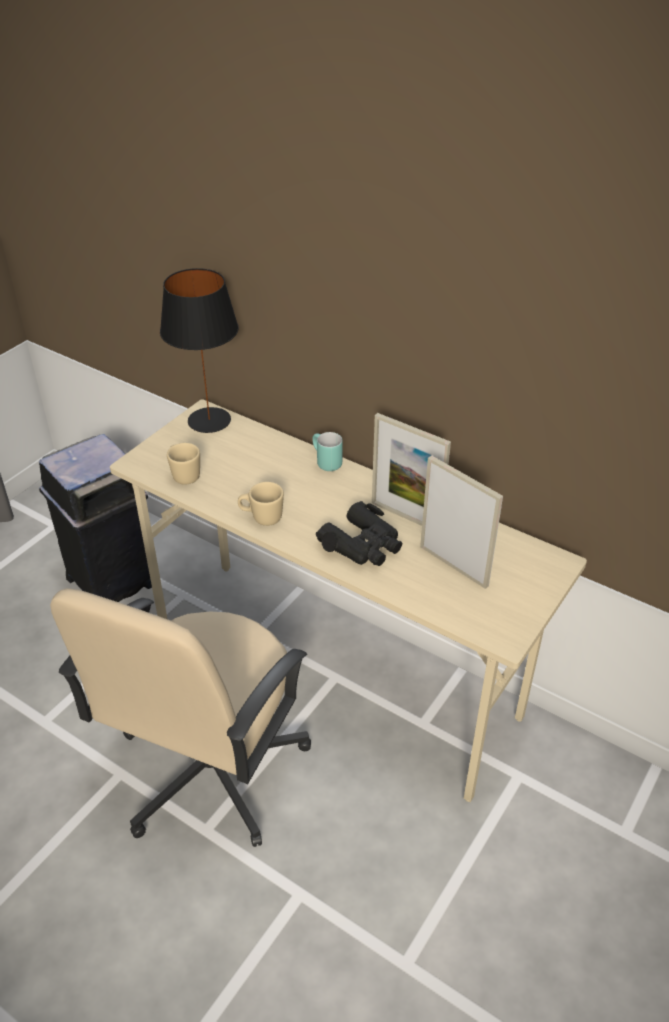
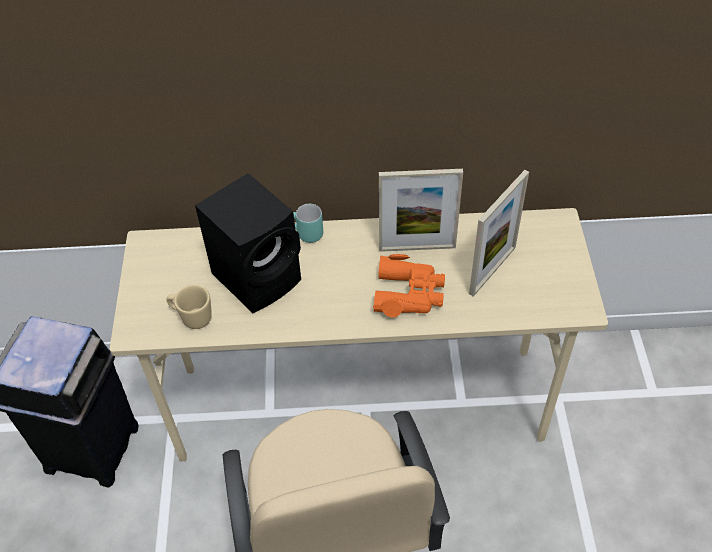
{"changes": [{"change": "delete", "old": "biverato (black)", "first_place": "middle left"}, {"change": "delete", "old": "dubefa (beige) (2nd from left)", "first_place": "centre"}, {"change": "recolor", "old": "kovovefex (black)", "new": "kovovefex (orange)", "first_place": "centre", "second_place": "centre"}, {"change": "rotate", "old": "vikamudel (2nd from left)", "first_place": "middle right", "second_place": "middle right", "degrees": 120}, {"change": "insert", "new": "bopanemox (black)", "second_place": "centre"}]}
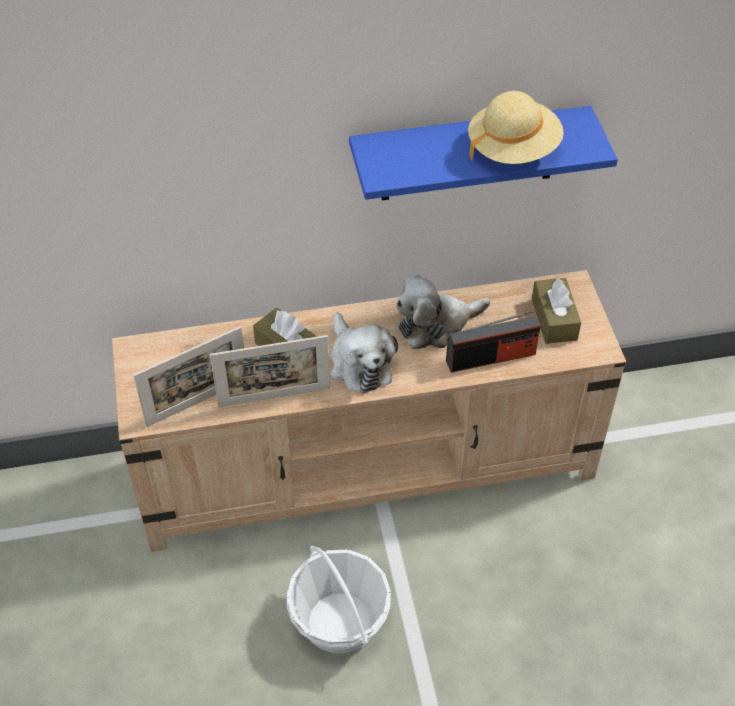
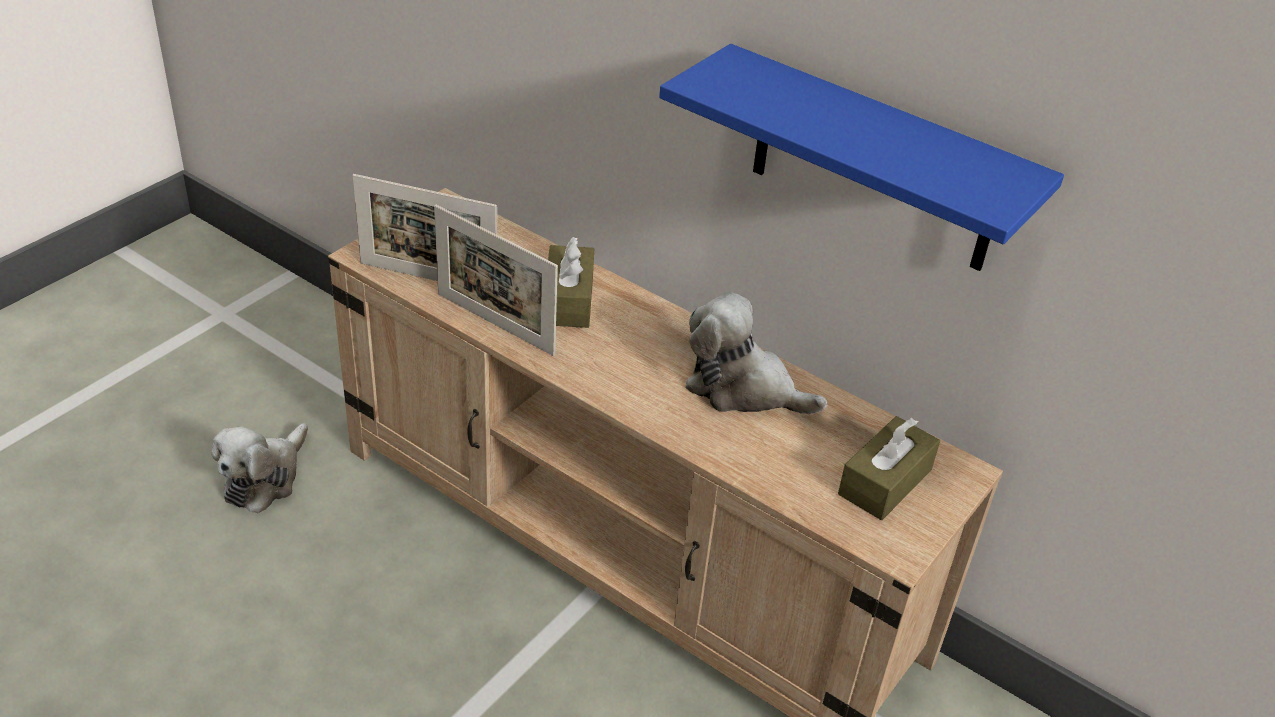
{"changes": [{"change": "delete", "old": "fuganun", "first_place": "bottom centre"}, {"change": "move", "old": "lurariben (1st from left)", "first_place": "centre", "second_place": "middle left"}, {"change": "delete", "old": "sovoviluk", "first_place": "middle right"}, {"change": "delete", "old": "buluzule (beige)", "first_place": "top right"}]}
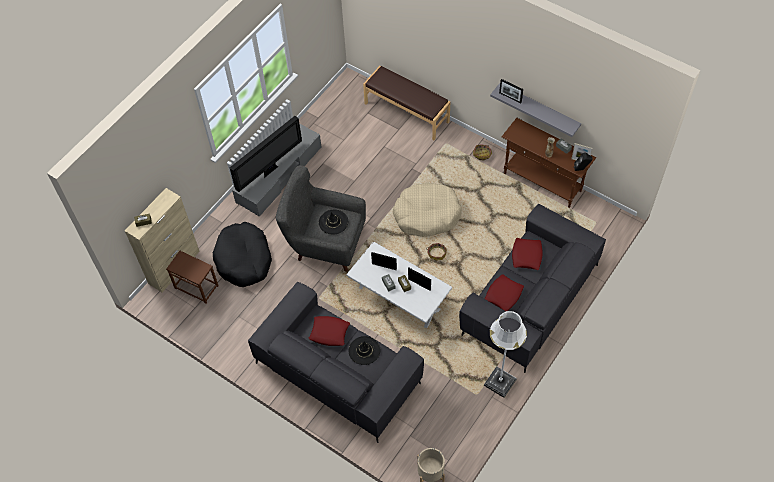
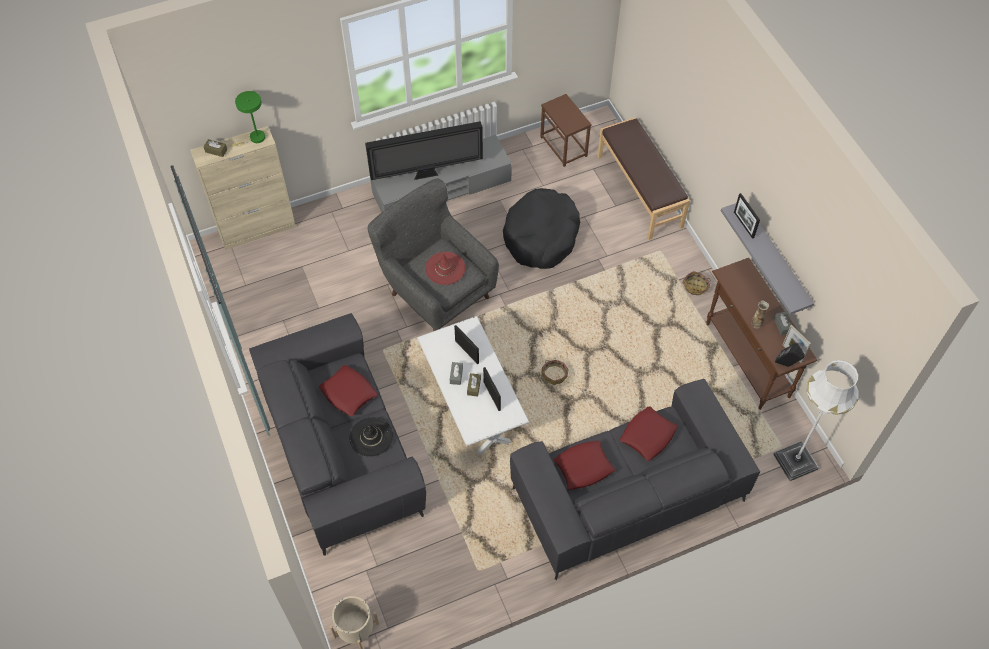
{"changes": [{"change": "move", "old": "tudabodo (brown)", "first_place": "middle left", "second_place": "top centre"}, {"change": "move", "old": "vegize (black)", "first_place": "middle left", "second_place": "centre"}, {"change": "recolor", "old": "buluzule (black) (1st from left)", "new": "buluzule (red)", "first_place": "centre", "second_place": "centre"}, {"change": "delete", "old": "vegize (beige)", "first_place": "centre"}, {"change": "move", "old": "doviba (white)", "first_place": "bottom centre", "second_place": "middle right"}, {"change": "insert", "new": "biverato (green)", "second_place": "top left"}]}
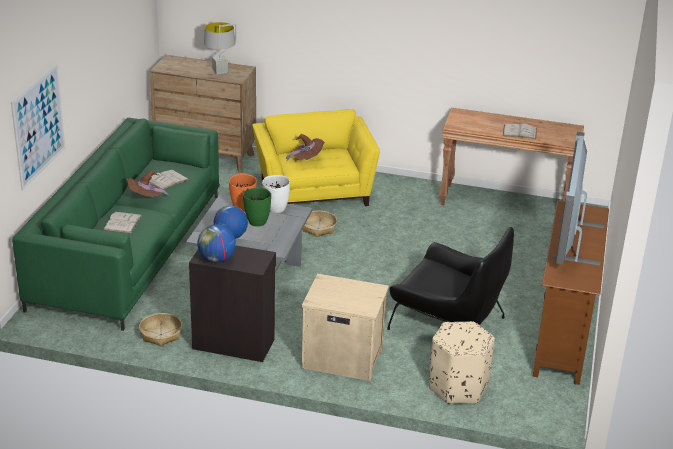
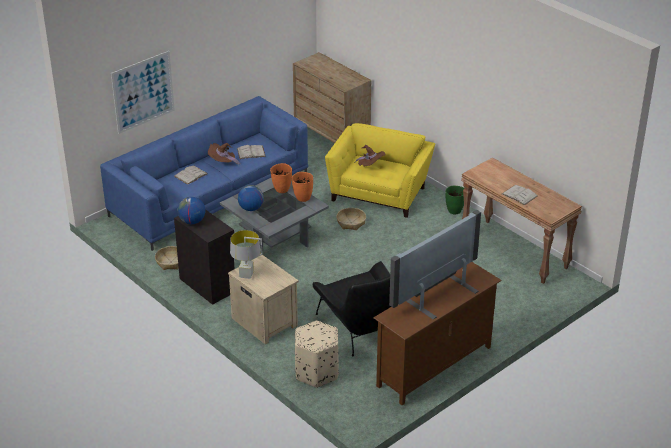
{"changes": [{"change": "recolor", "old": "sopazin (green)", "new": "sopazin (blue)", "first_place": "middle left", "second_place": "middle left"}, {"change": "move", "old": "biverato (grey)", "first_place": "top left", "second_place": "centre"}, {"change": "move", "old": "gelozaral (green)", "first_place": "centre", "second_place": "middle right"}, {"change": "recolor", "old": "gelozaral (white)", "new": "gelozaral (orange) (2nd from left)", "first_place": "centre", "second_place": "centre"}]}
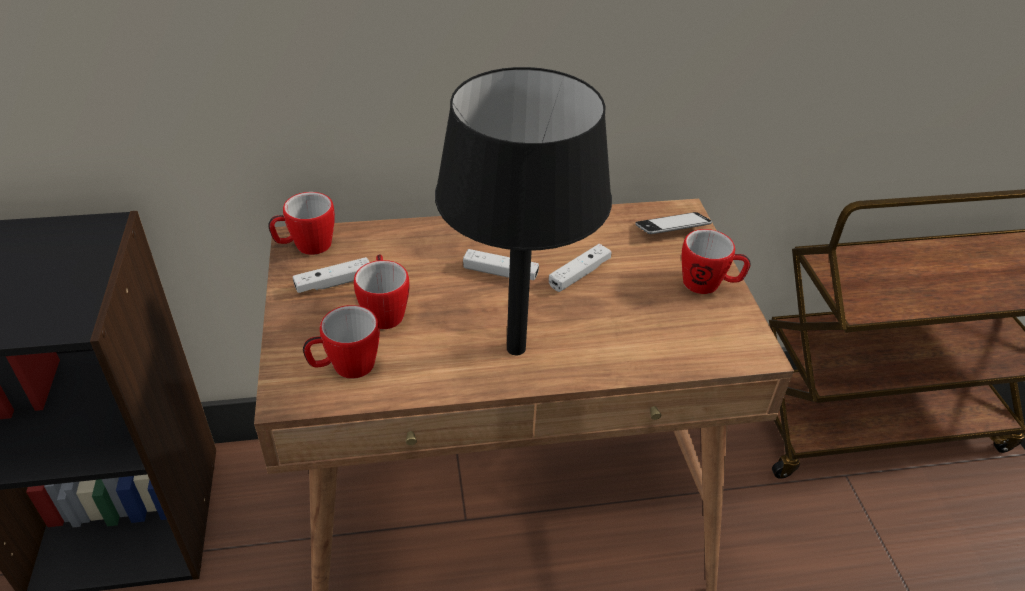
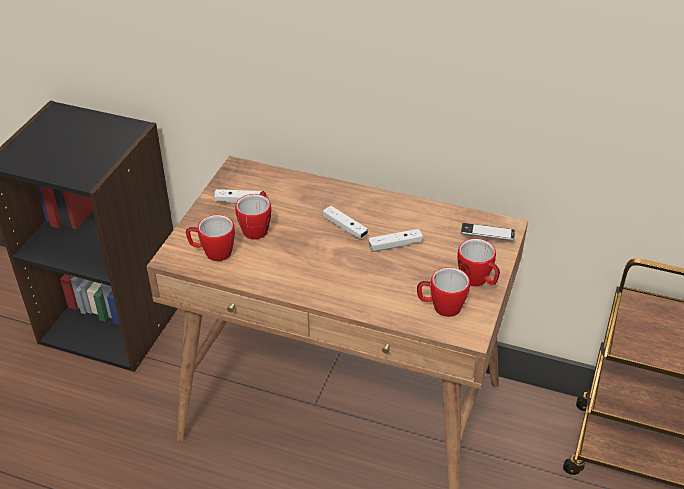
{"changes": [{"change": "move", "old": "dubefa (1st from left in the first image)", "new": "dubefa (3rd from left)", "first_place": "middle left", "second_place": "centre"}, {"change": "delete", "old": "biverato (black)", "first_place": "centre"}]}
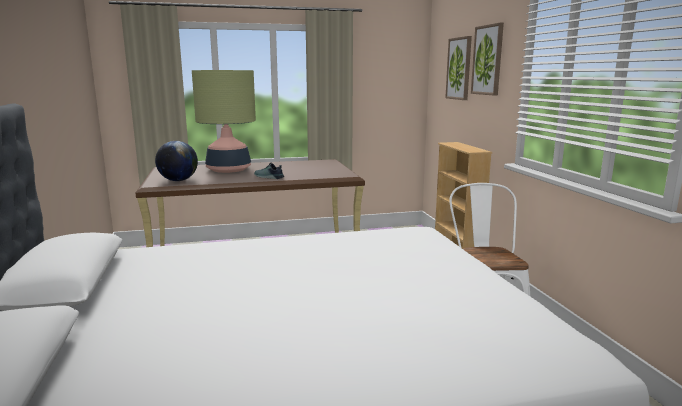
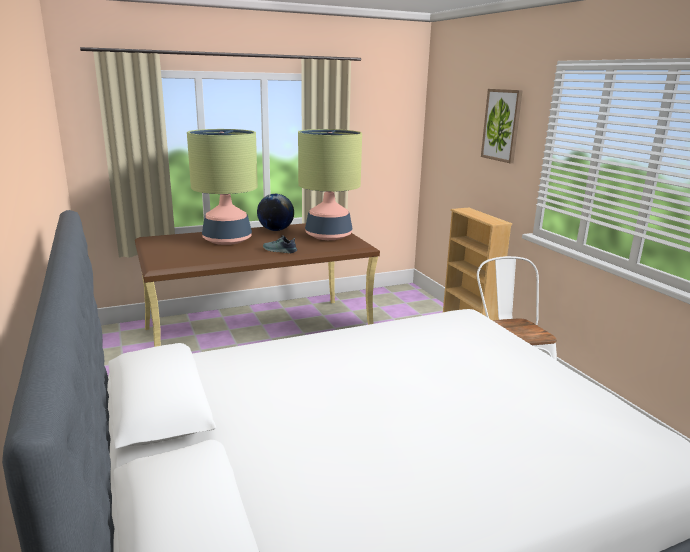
{"changes": [{"change": "move", "old": "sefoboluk", "first_place": "middle left", "second_place": "centre"}, {"change": "delete", "old": "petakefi (1st from left)", "first_place": "top right"}, {"change": "insert", "new": "biverato (2nd from left)", "second_place": "centre"}]}
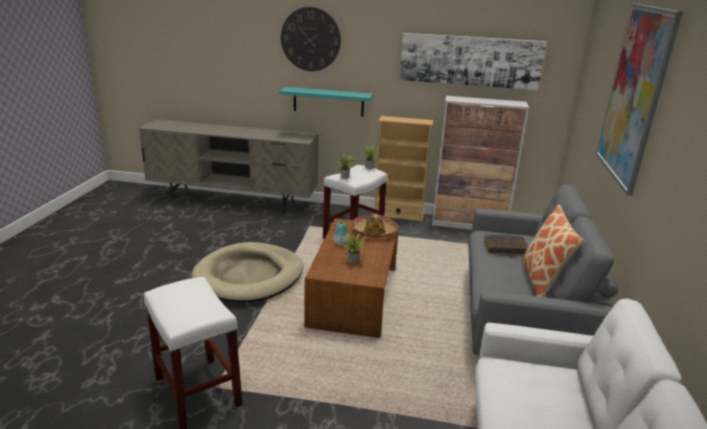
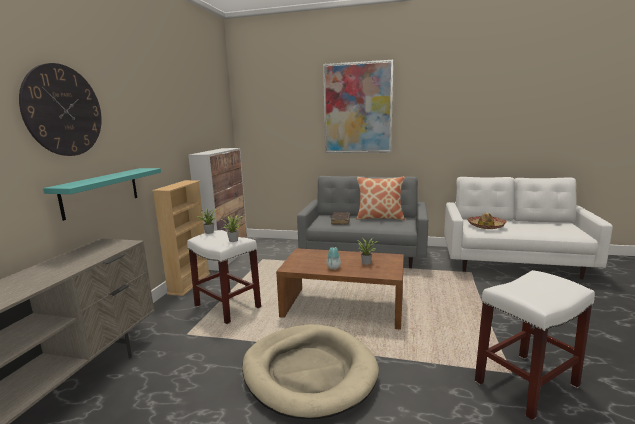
{"changes": [{"change": "move", "old": "buluzule", "first_place": "centre", "second_place": "middle right"}, {"change": "delete", "old": "petakefi (1st from left)", "first_place": "top right"}]}
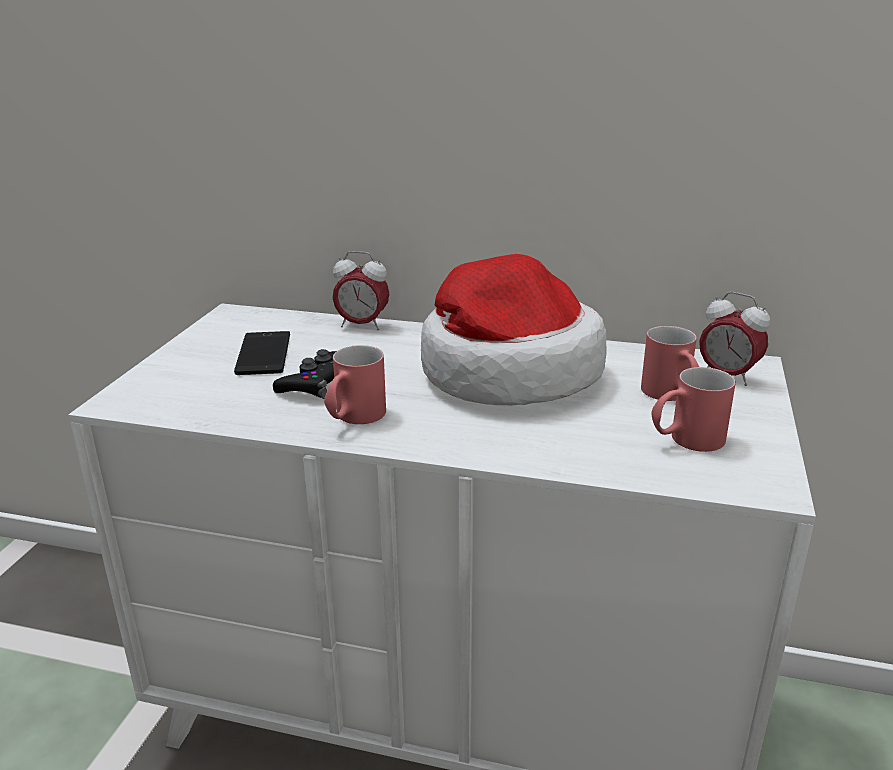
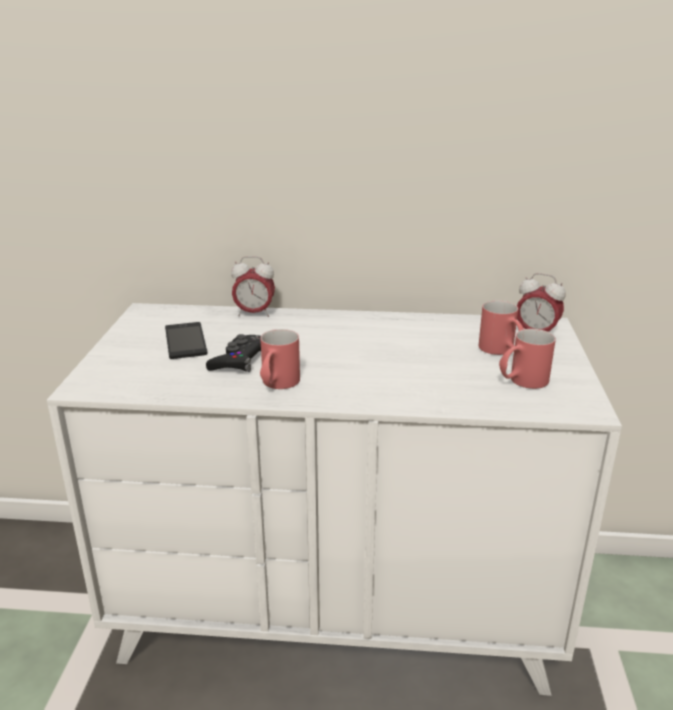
{"changes": [{"change": "delete", "old": "buluzule", "first_place": "centre"}]}
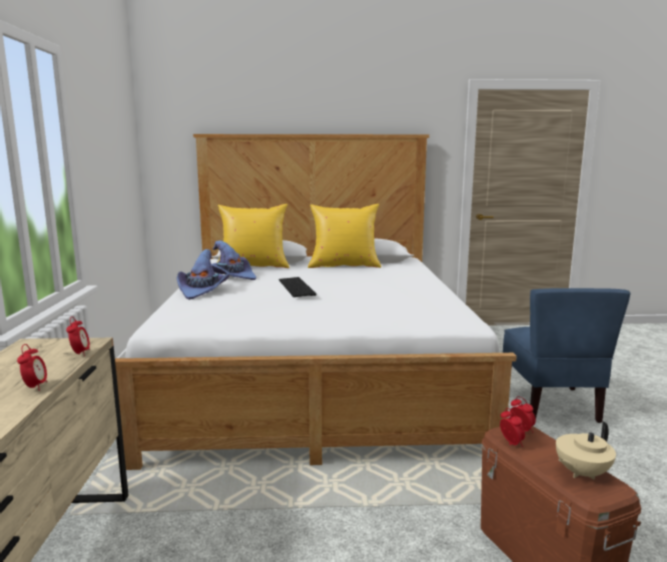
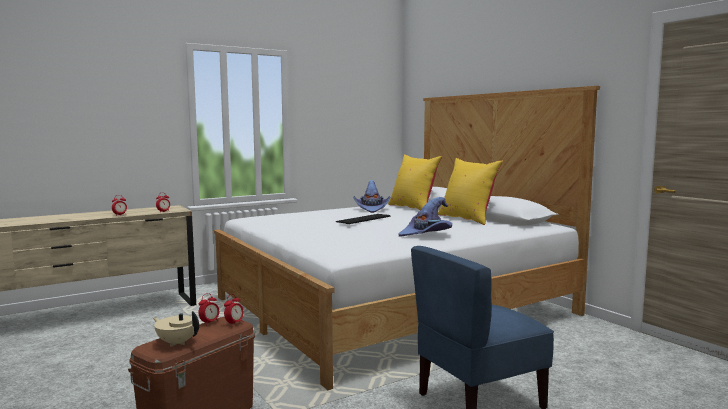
{"changes": [{"change": "move", "old": "buluzule (purple) (1st from left in the first image)", "new": "buluzule (purple) (2nd from left)", "first_place": "middle left", "second_place": "centre"}]}
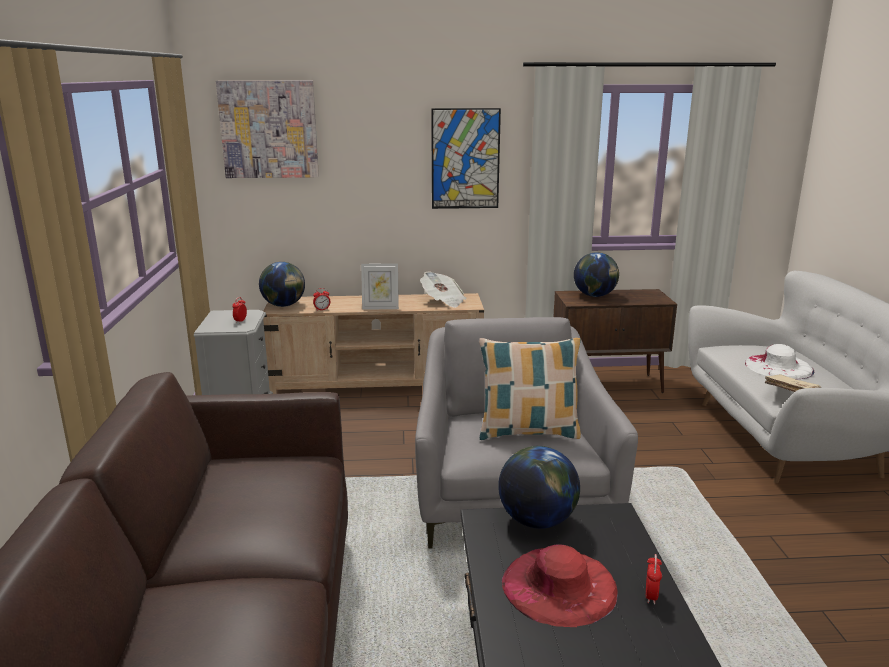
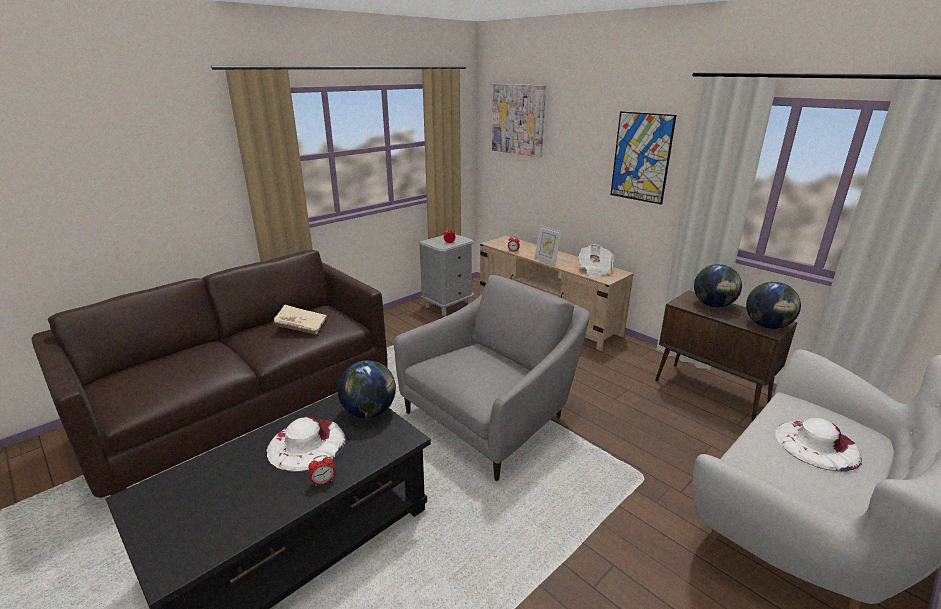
{"changes": [{"change": "move", "old": "sefoboluk (1st from left in the first image)", "new": "sefoboluk (3rd from left)", "first_place": "middle left", "second_place": "middle right"}, {"change": "delete", "old": "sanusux", "first_place": "centre"}, {"change": "recolor", "old": "buluzule (red)", "new": "buluzule (white) (1st from left)", "first_place": "bottom centre", "second_place": "bottom left"}, {"change": "move", "old": "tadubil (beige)", "first_place": "middle right", "second_place": "middle left"}]}
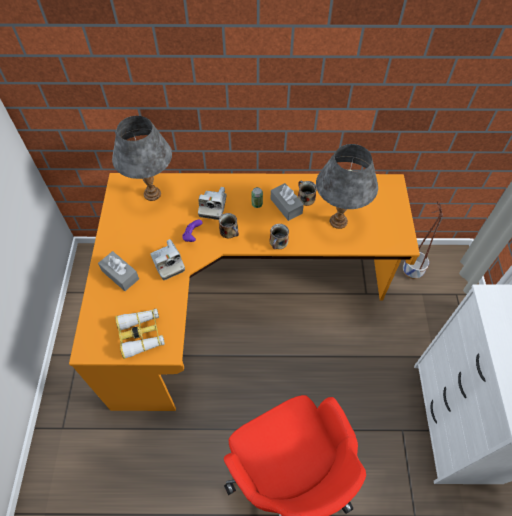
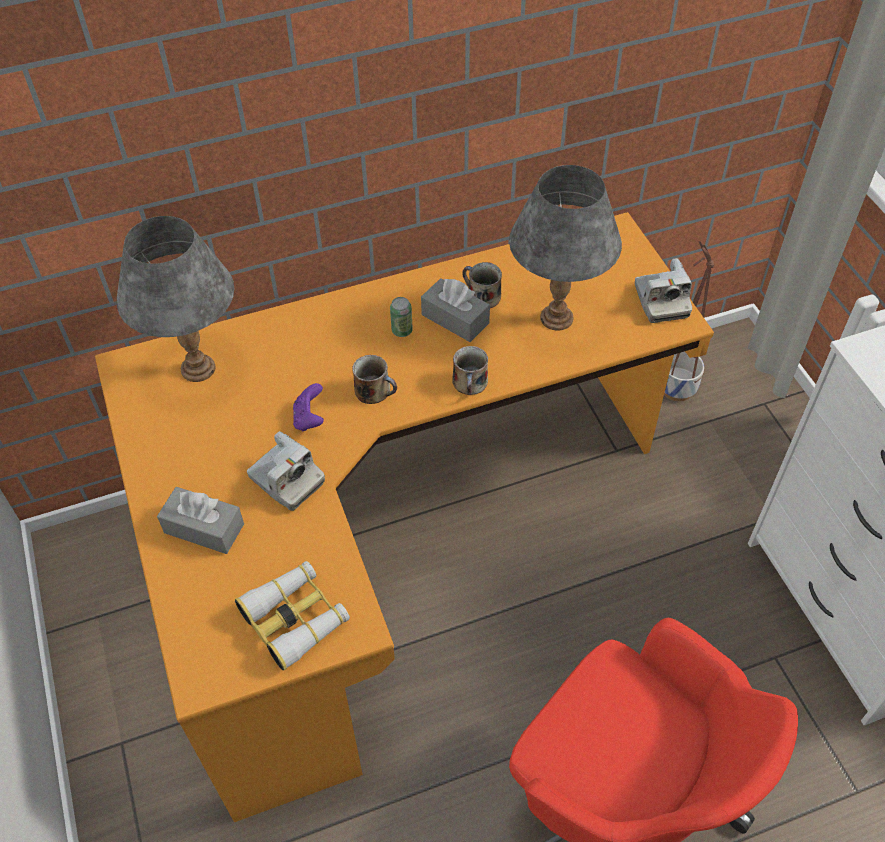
{"changes": [{"change": "move", "old": "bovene (2nd from left)", "first_place": "centre", "second_place": "middle right"}]}
